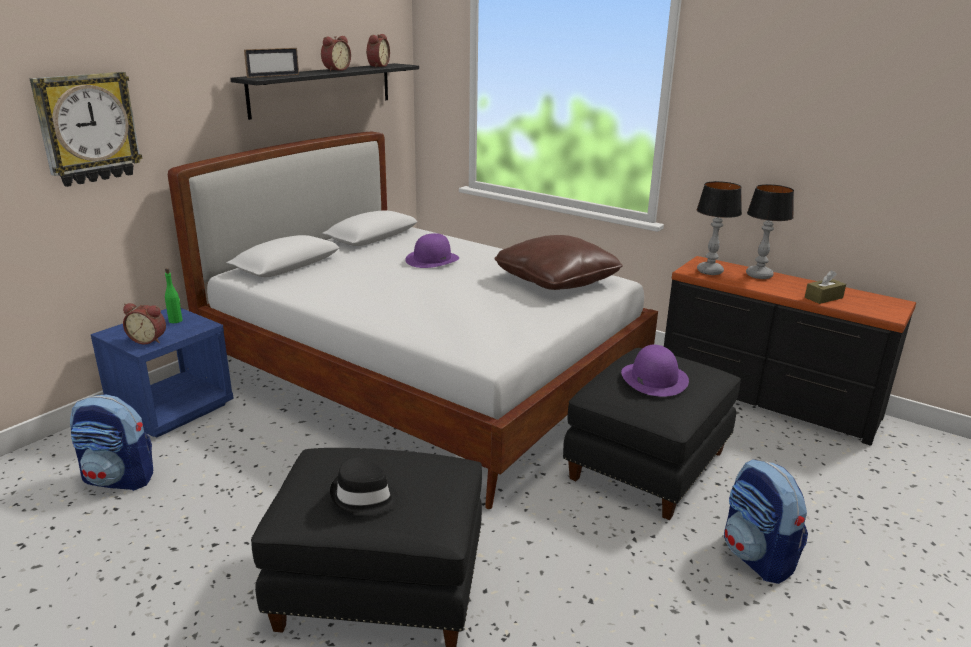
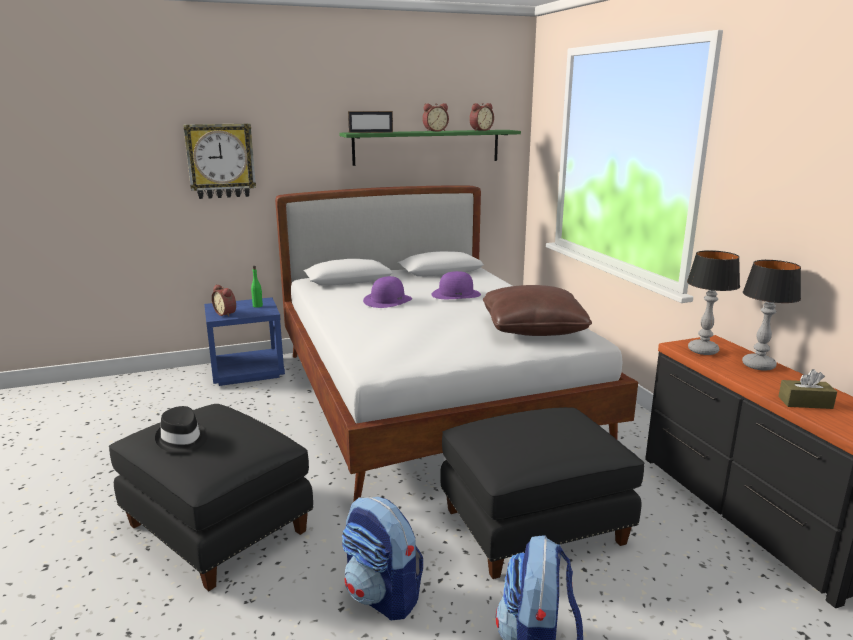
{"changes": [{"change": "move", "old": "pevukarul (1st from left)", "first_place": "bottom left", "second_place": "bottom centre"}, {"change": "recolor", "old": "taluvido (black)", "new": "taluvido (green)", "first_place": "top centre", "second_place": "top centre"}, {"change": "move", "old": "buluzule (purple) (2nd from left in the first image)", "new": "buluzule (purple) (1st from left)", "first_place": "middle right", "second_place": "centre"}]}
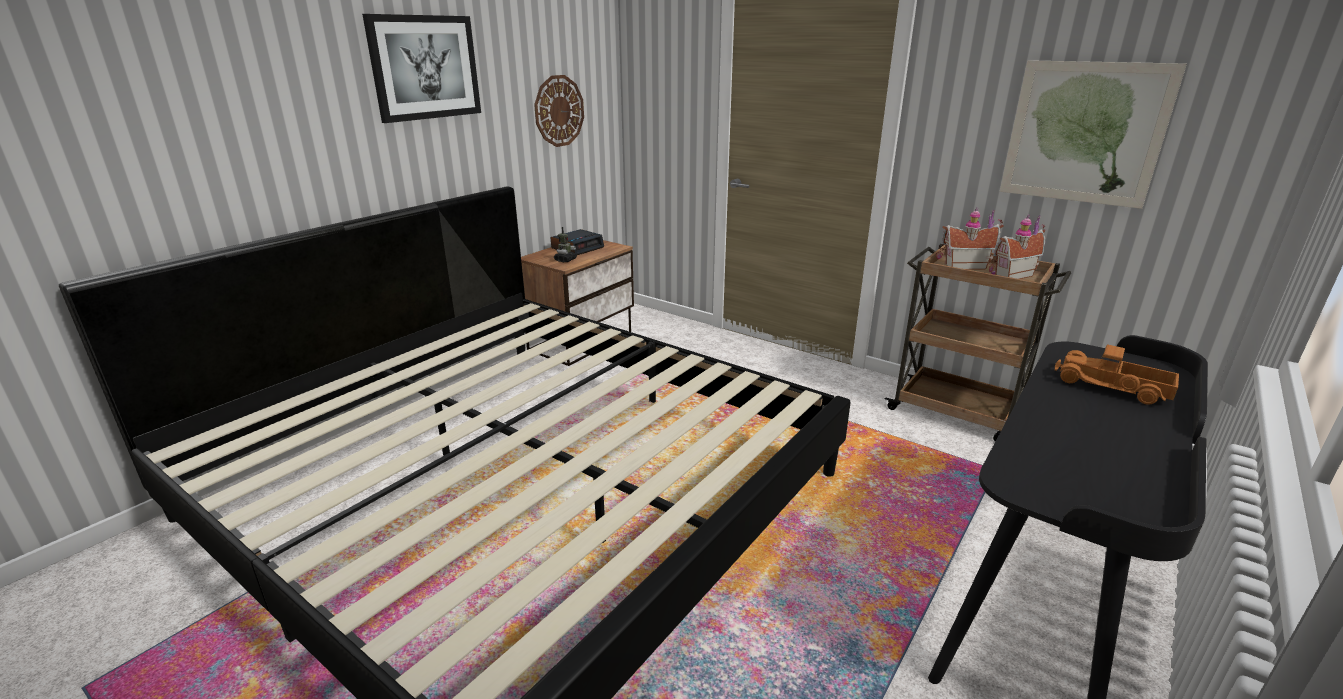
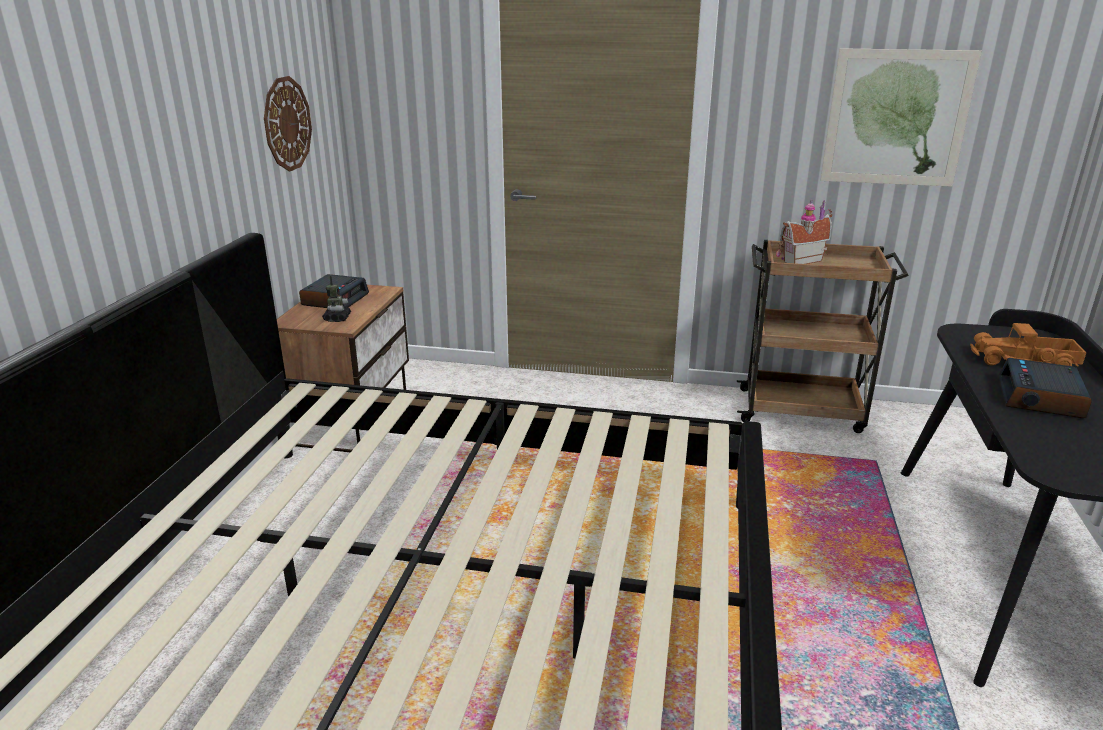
{"changes": [{"change": "delete", "old": "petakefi (1st from left)", "first_place": "top left"}, {"change": "delete", "old": "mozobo (2nd from left)", "first_place": "middle right"}, {"change": "insert", "new": "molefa (2nd from left)", "second_place": "middle right"}]}
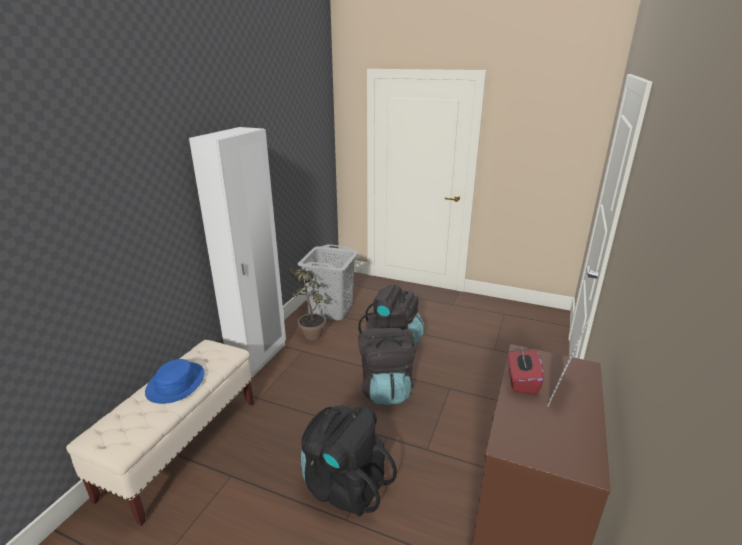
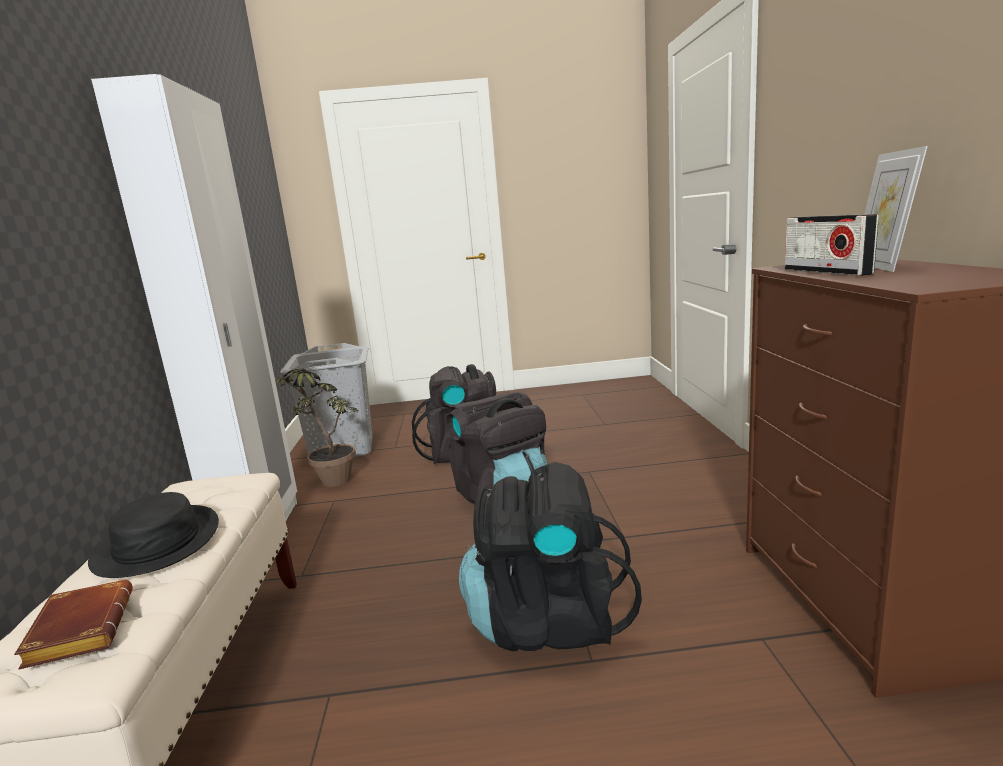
{"changes": [{"change": "recolor", "old": "buluzule (blue)", "new": "buluzule (black)", "first_place": "bottom left", "second_place": "bottom left"}, {"change": "replace", "old": "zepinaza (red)", "new": "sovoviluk", "first_place": "bottom right", "second_place": "top right"}, {"change": "insert", "new": "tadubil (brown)", "second_place": "bottom left"}]}
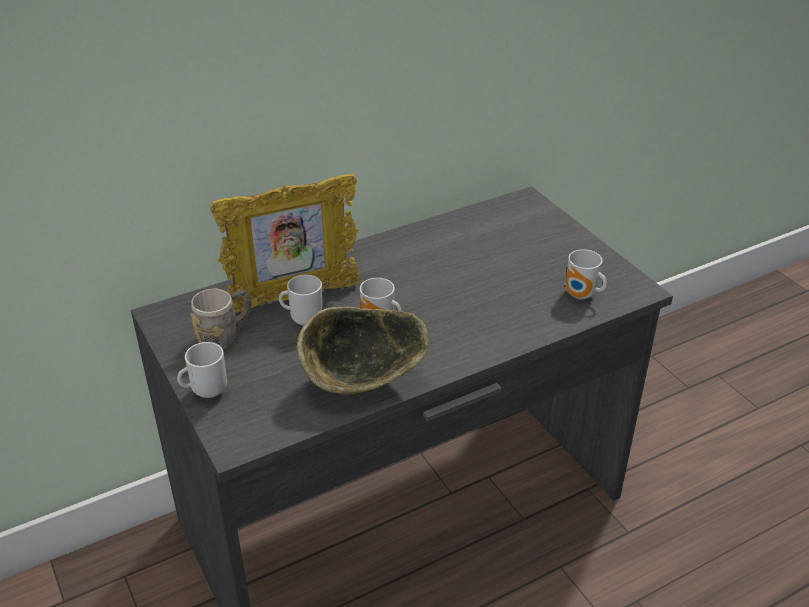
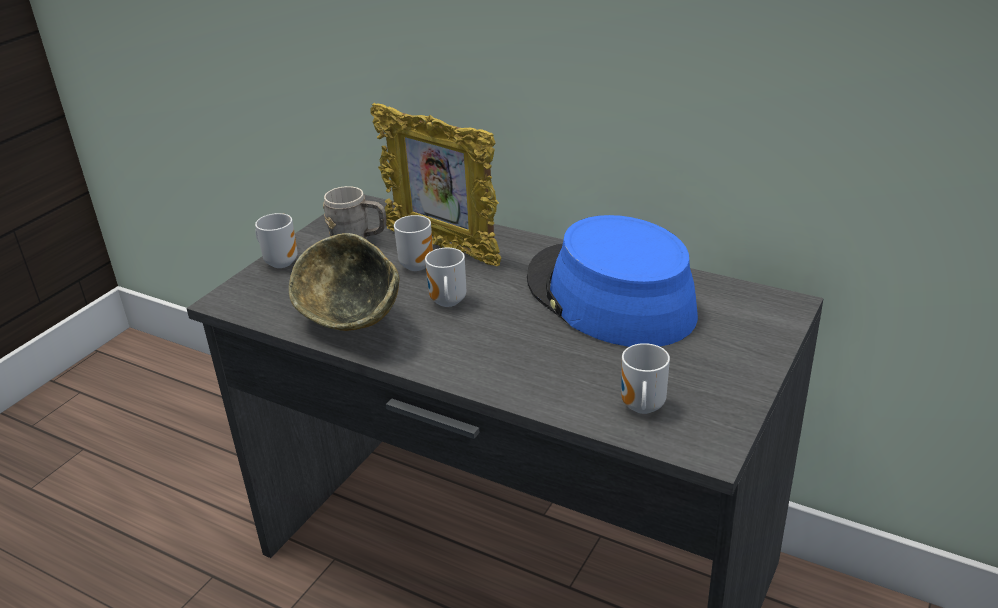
{"changes": [{"change": "insert", "new": "buluzule (blue)", "second_place": "centre"}]}
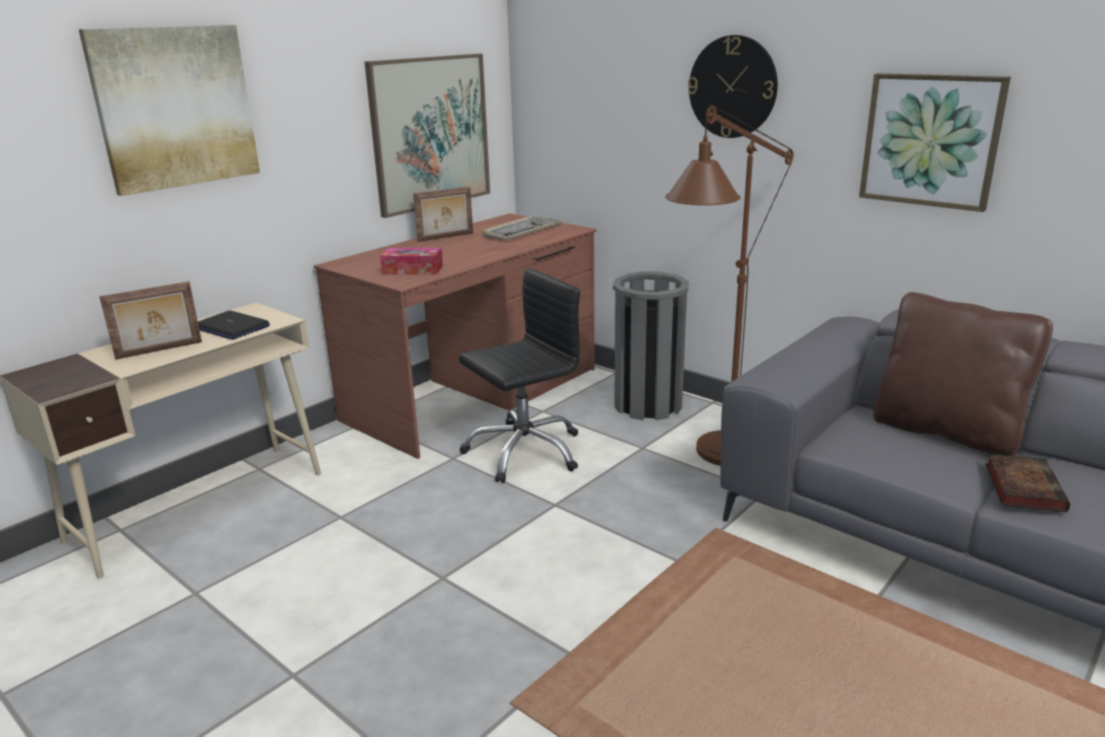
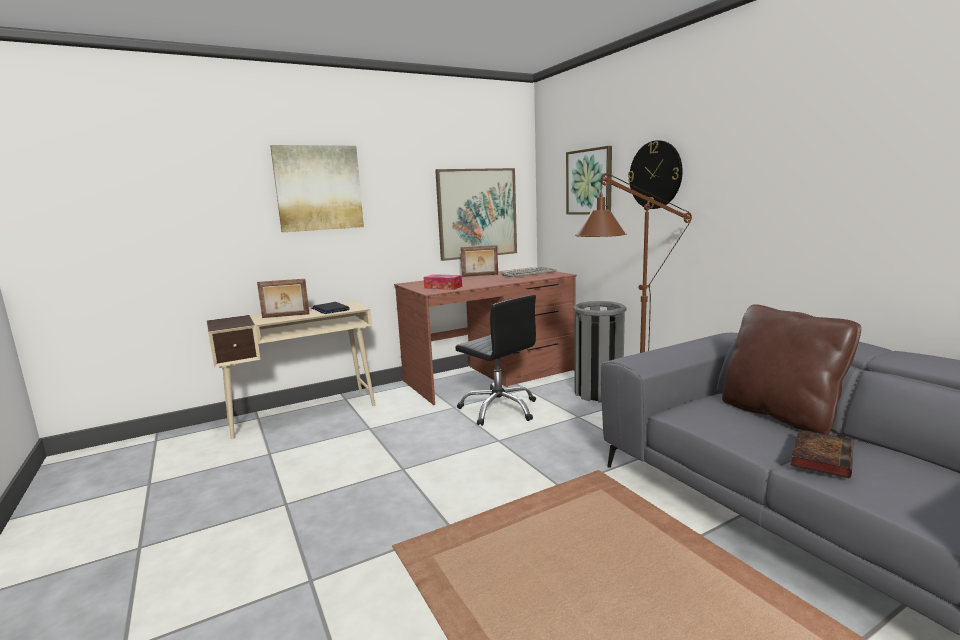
{"changes": [{"change": "rotate", "old": "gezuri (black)", "first_place": "centre", "second_place": "centre", "degrees": 60}, {"change": "move", "old": "petakefi (3rd from left)", "first_place": "top right", "second_place": "top centre"}]}
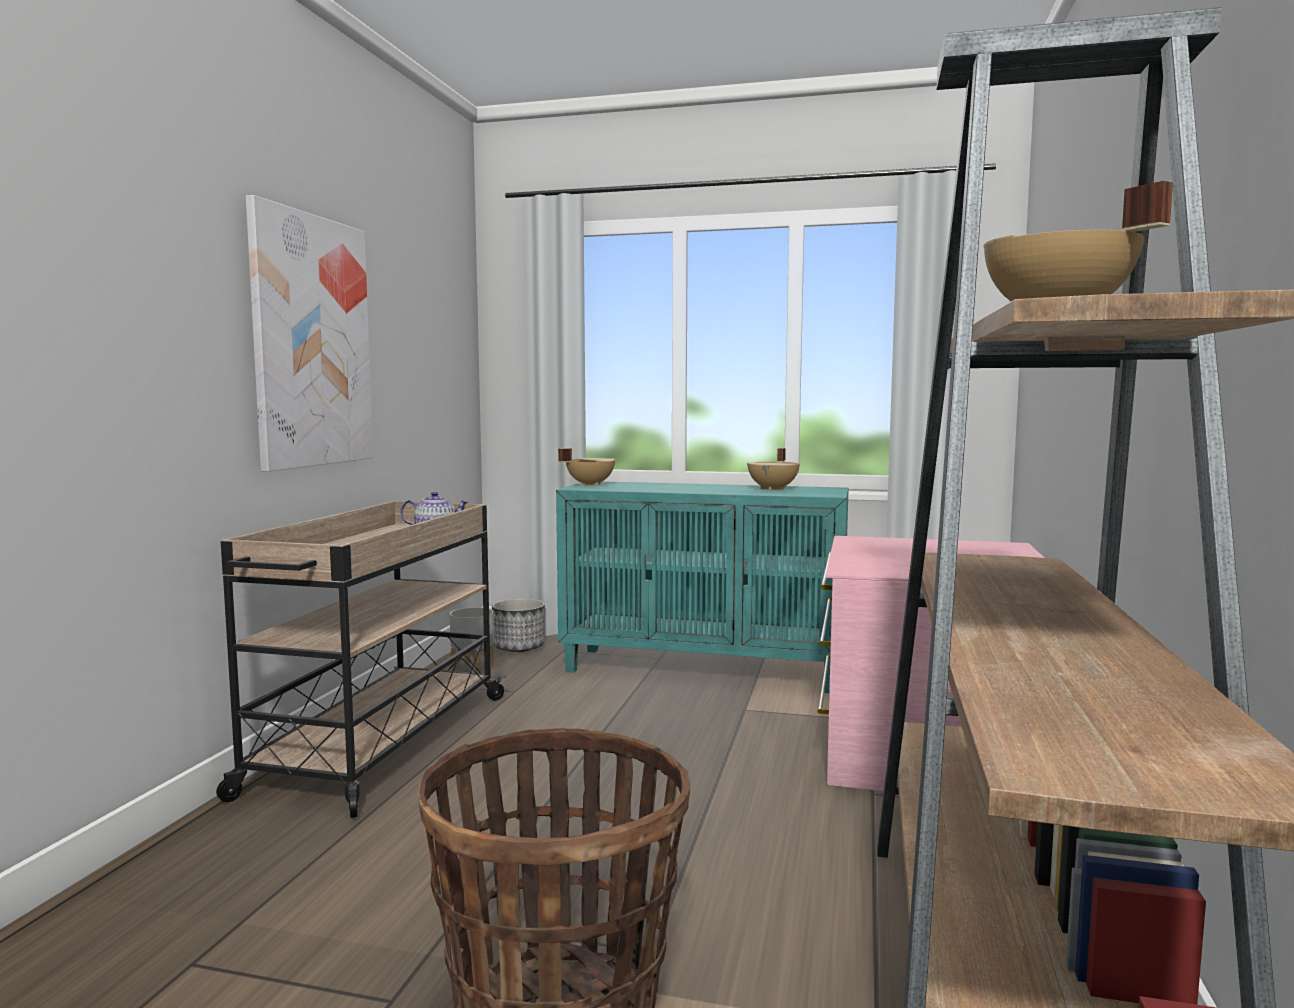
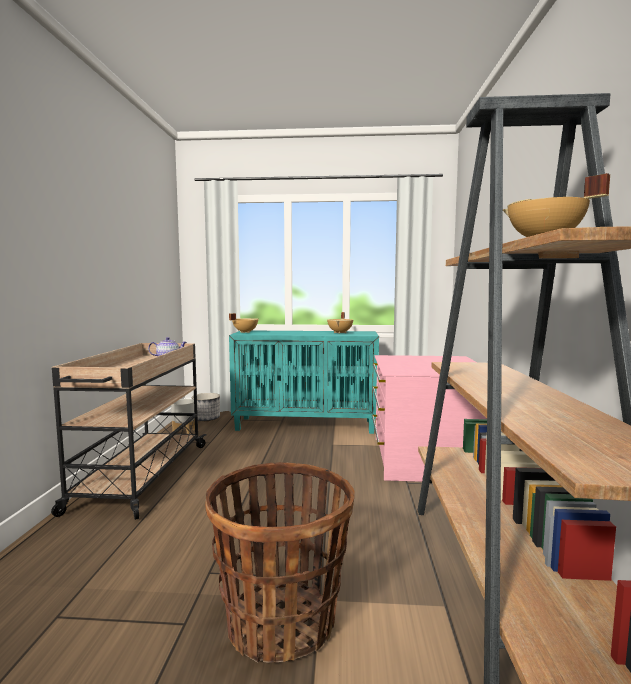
{"changes": [{"change": "delete", "old": "petakefi", "first_place": "top left"}]}
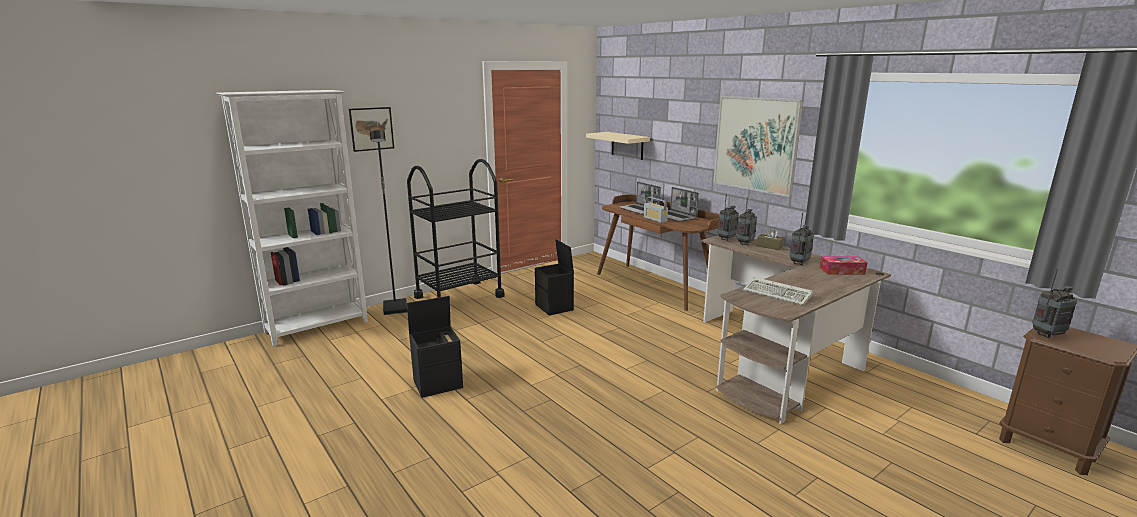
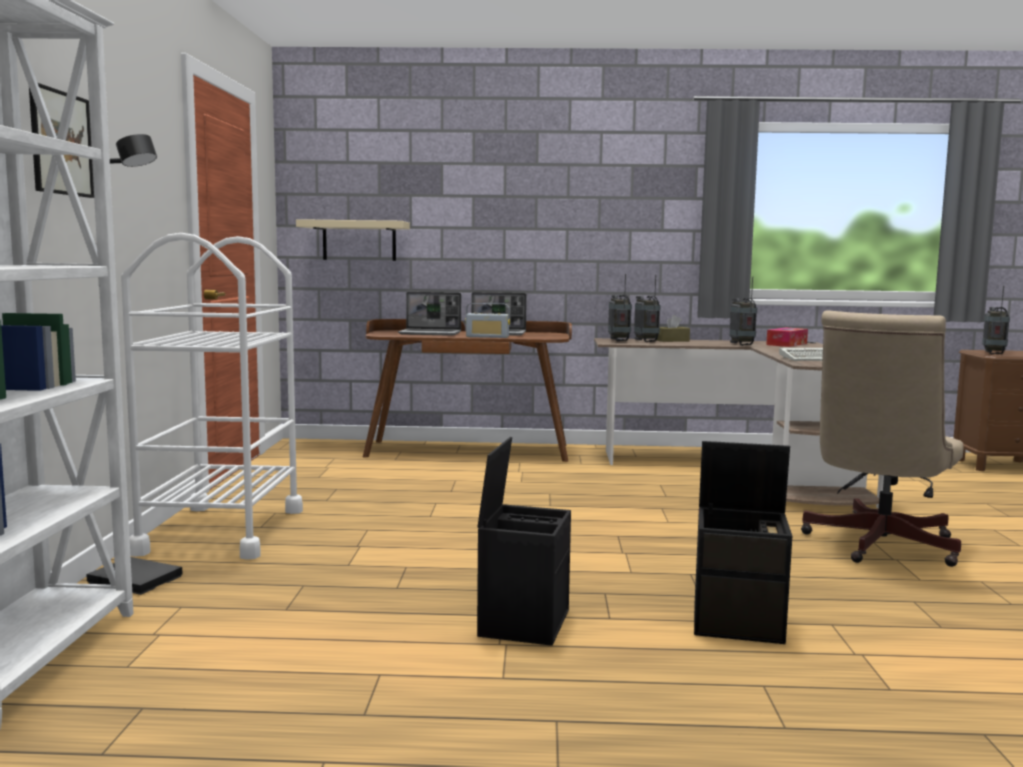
{"changes": [{"change": "recolor", "old": "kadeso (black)", "new": "kadeso (white)", "first_place": "centre", "second_place": "middle left"}, {"change": "move", "old": "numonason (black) (2nd from left)", "first_place": "centre", "second_place": "bottom right"}, {"change": "delete", "old": "petakefi (2nd from left)", "first_place": "top right"}, {"change": "insert", "new": "gezuri (beige)", "second_place": "middle right"}]}
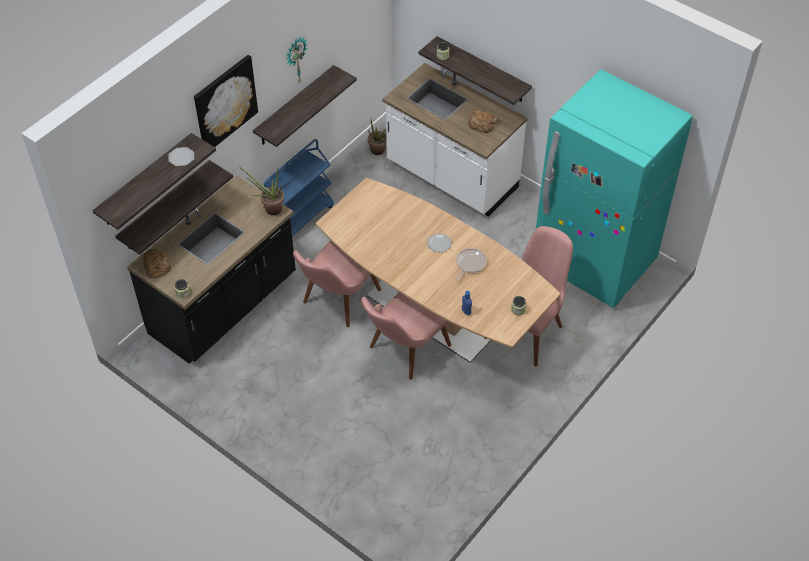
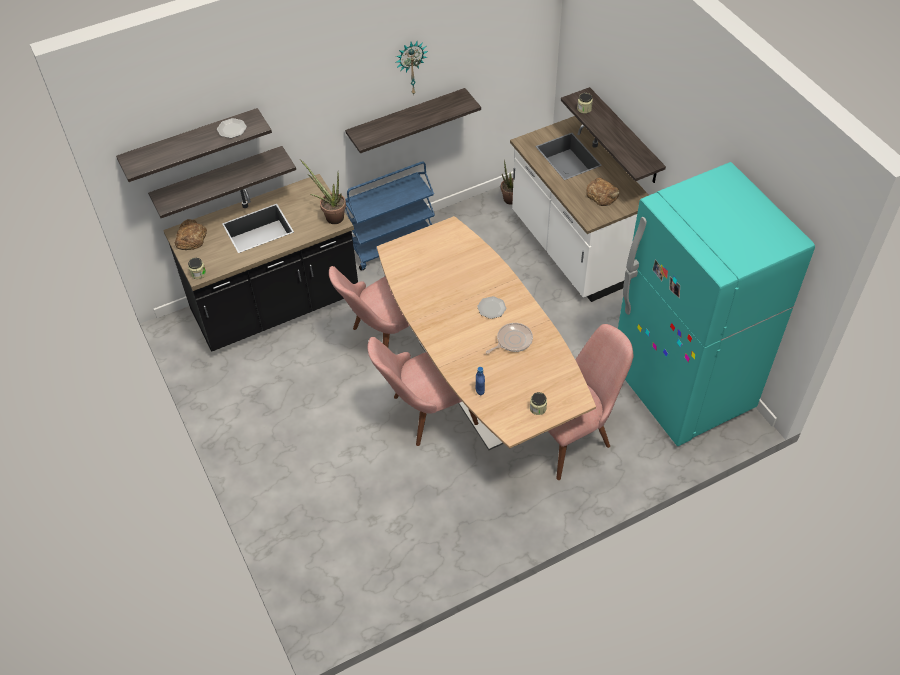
{"changes": [{"change": "delete", "old": "petakefi", "first_place": "top left"}]}
